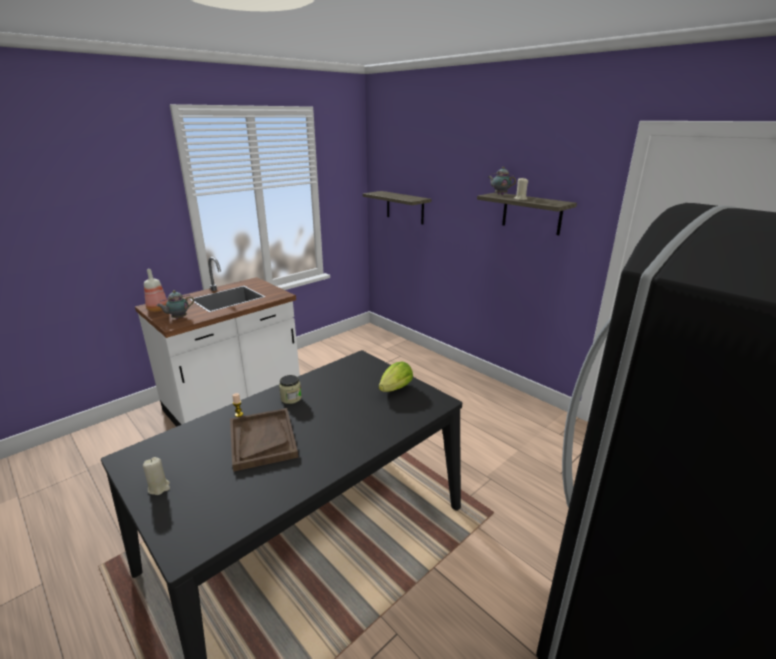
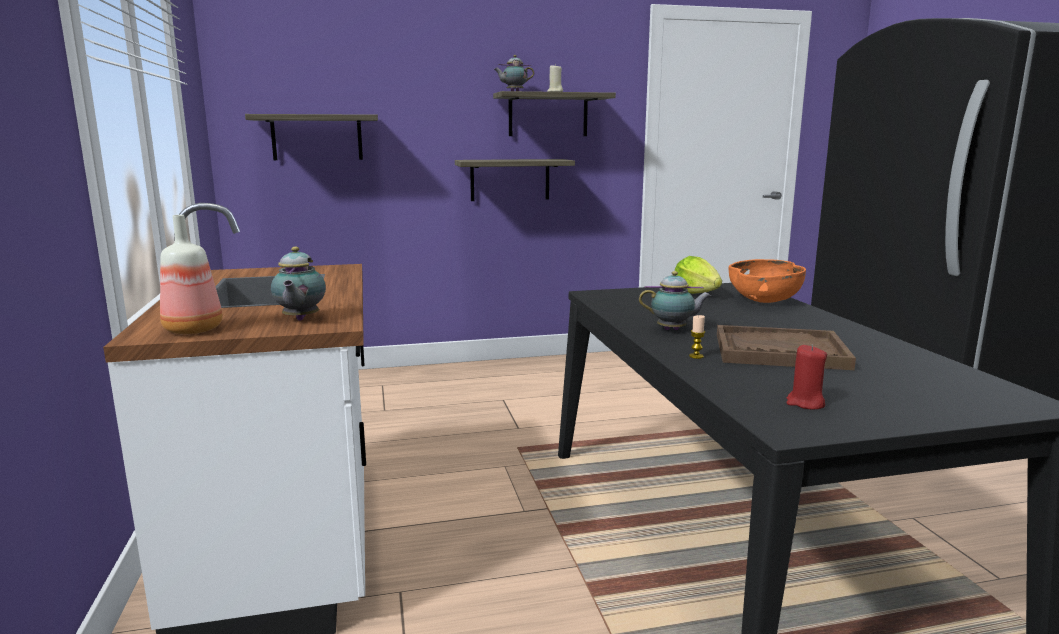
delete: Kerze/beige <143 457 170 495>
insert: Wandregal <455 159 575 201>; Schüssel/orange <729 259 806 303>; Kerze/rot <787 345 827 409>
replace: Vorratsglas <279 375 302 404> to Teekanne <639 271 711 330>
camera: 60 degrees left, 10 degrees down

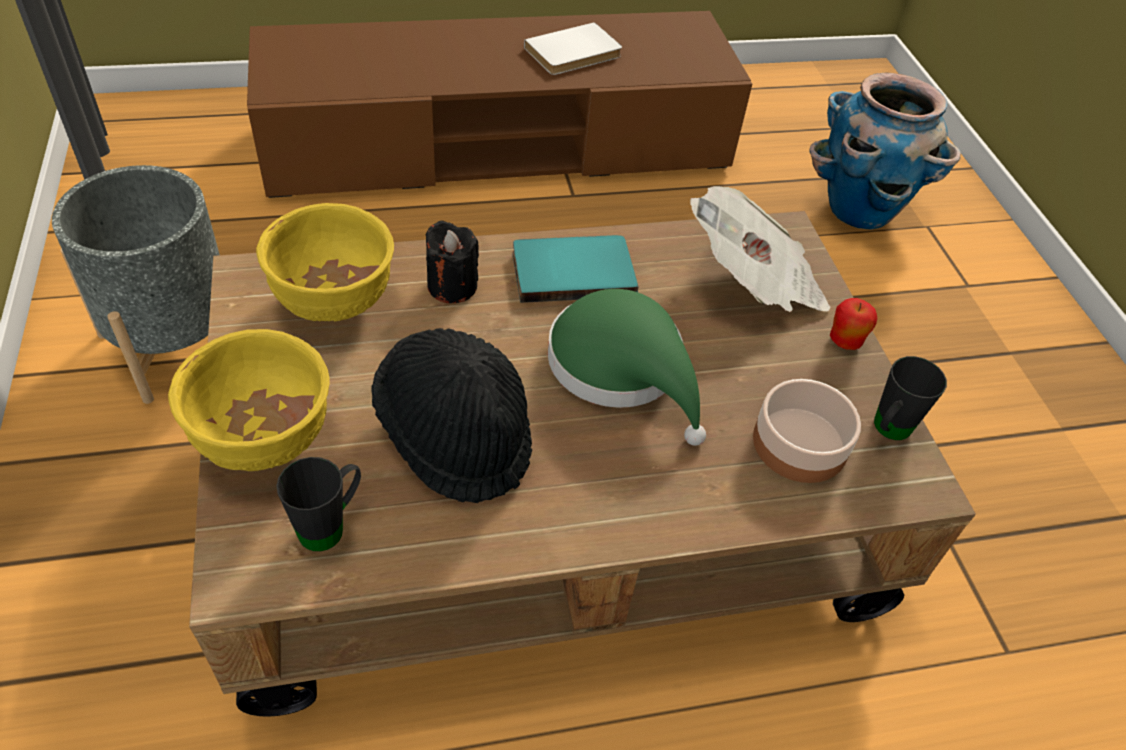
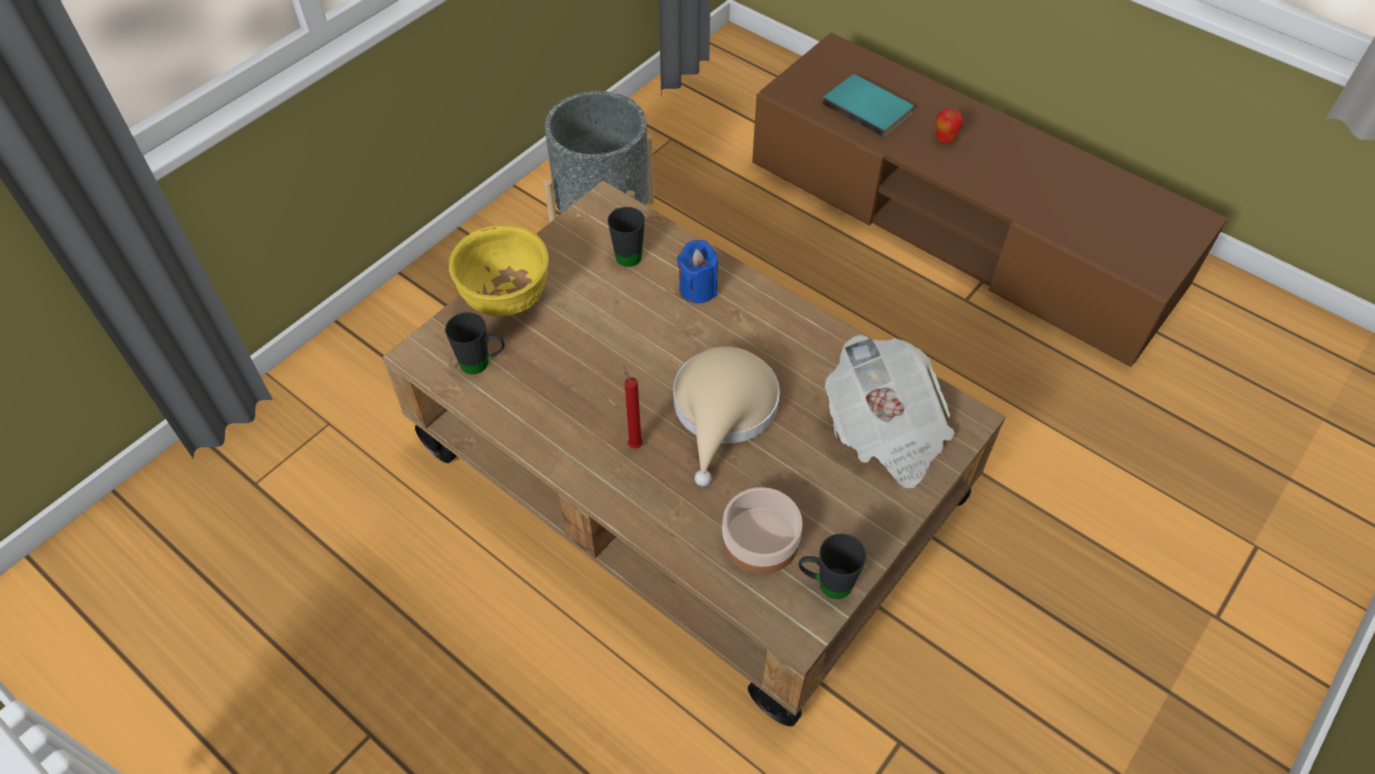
delete: Hut/schwarz <371 328 532 503>; Buch/weiß <524 22 622 75>; Pflanzkübel <809 72 961 230>
insert: Kerze/rot <623 366 643 449>
move: Buch/türkis <513 235 638 303> to <822 74 913 138>; Apfel <830 298 877 350> to <936 108 963 144>
replace: Schüssel/gelb <256 203 394 321> to Henkelbecher/schwarz <608 207 645 267>
recolor: Kerze/schwarz <426 220 479 303> to Kerze/blau <677 240 718 303>; Hut/grün <548 289 706 446> to Hut/beige <673 346 780 486>
camera: 55 degrees right, 5 degrees up

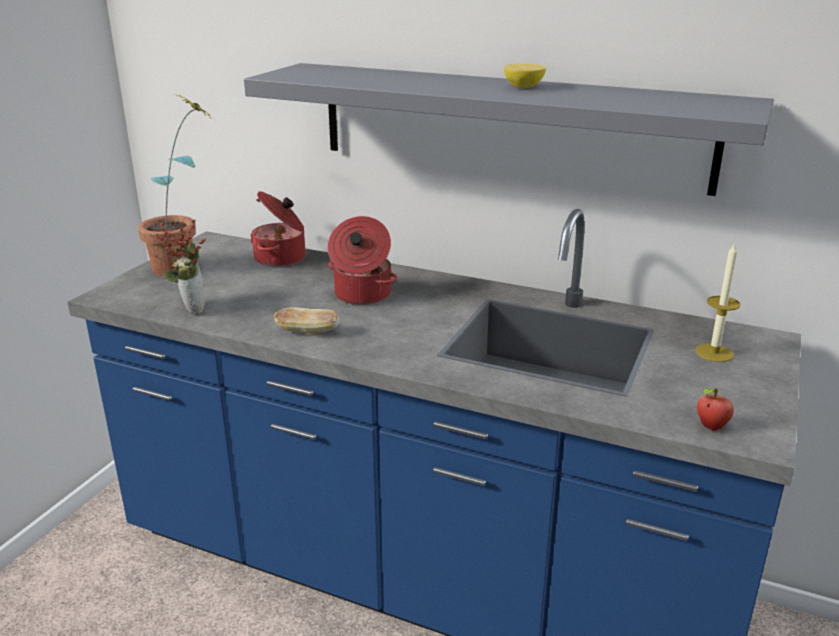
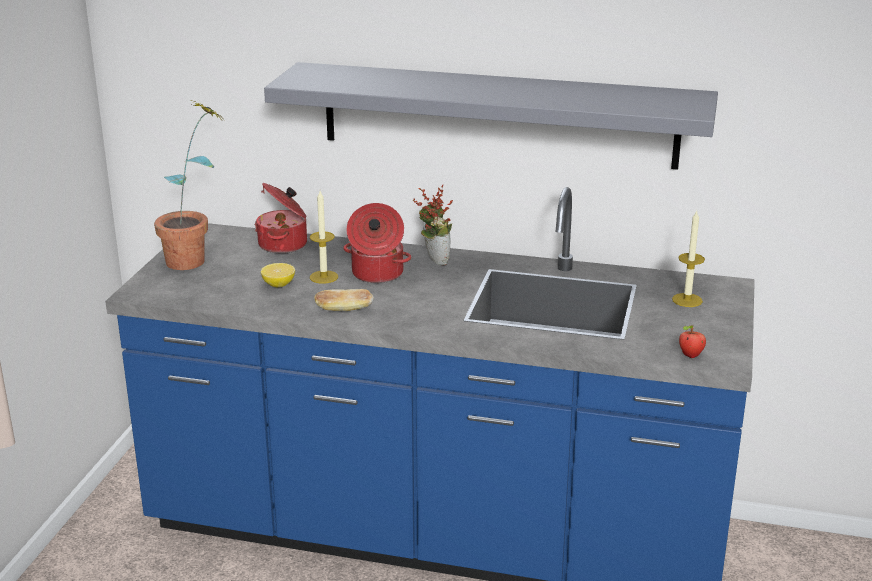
insert: Kerze <310 191 338 284>
move: Topfpflanze <155 220 206 315> to <412 185 453 265>; Zitrone <504 64 546 89> to <261 263 295 287>
camera: 10 degrees left, 0 degrees up

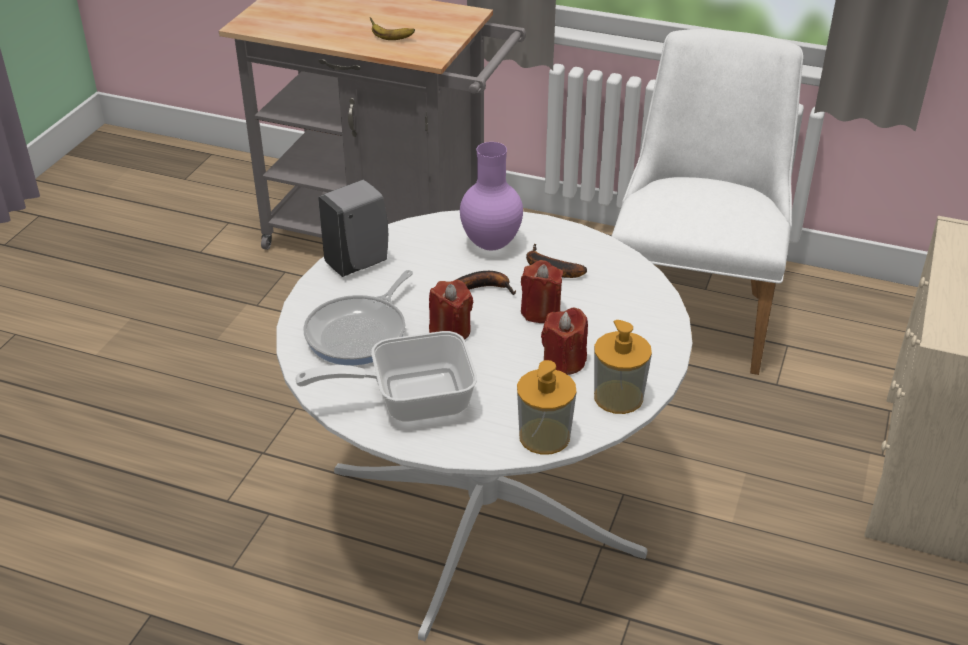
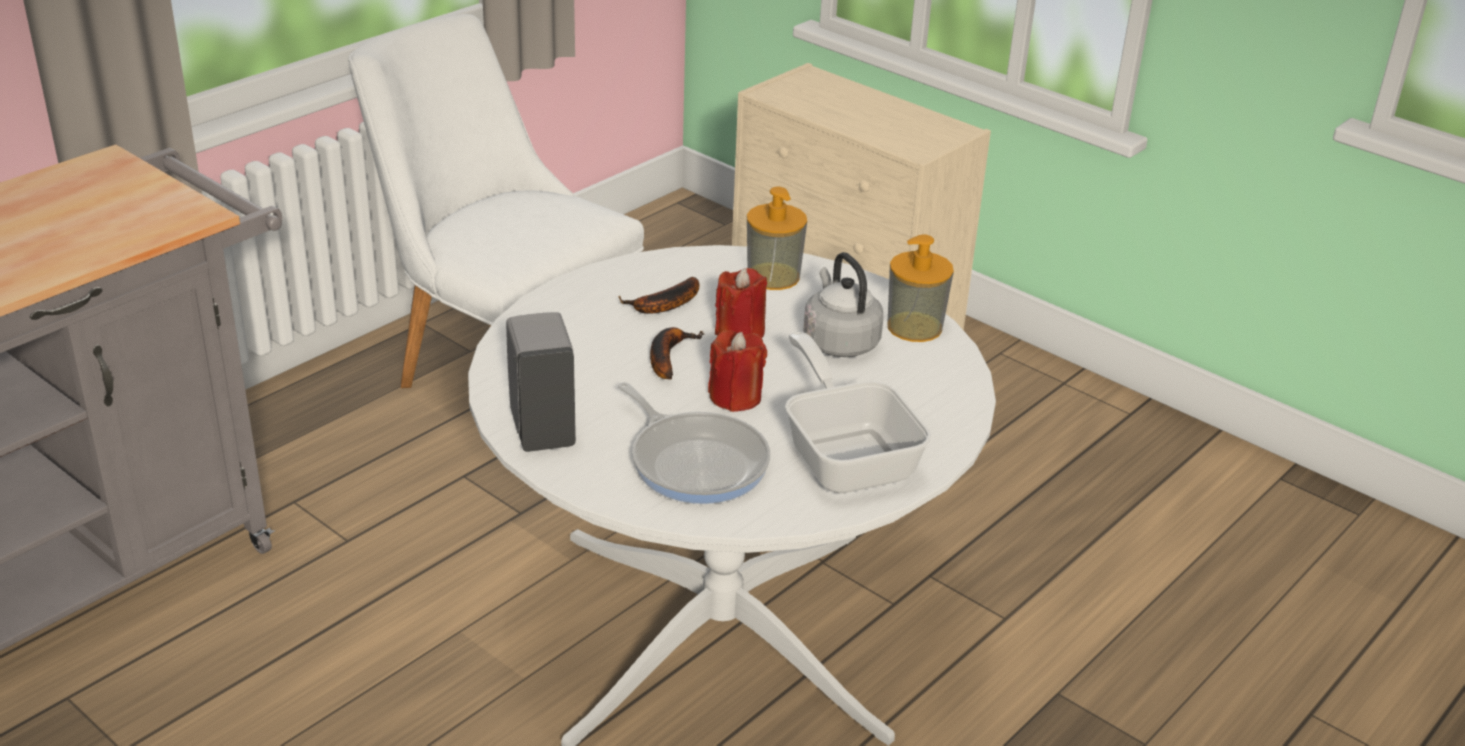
delete: Banane <370 17 415 40>; Vase/lila <460 142 523 250>
move: Seifenspender <517 360 577 455> to <747 187 807 290>
replace: Kerze/rot <541 308 588 375> to Wasserkessel/grau <803 252 883 357>
rotate: Pfanne <295 331 477 422> = <785 332 931 493> 150 degrees clockwise
camera: 70 degrees left, 5 degrees down

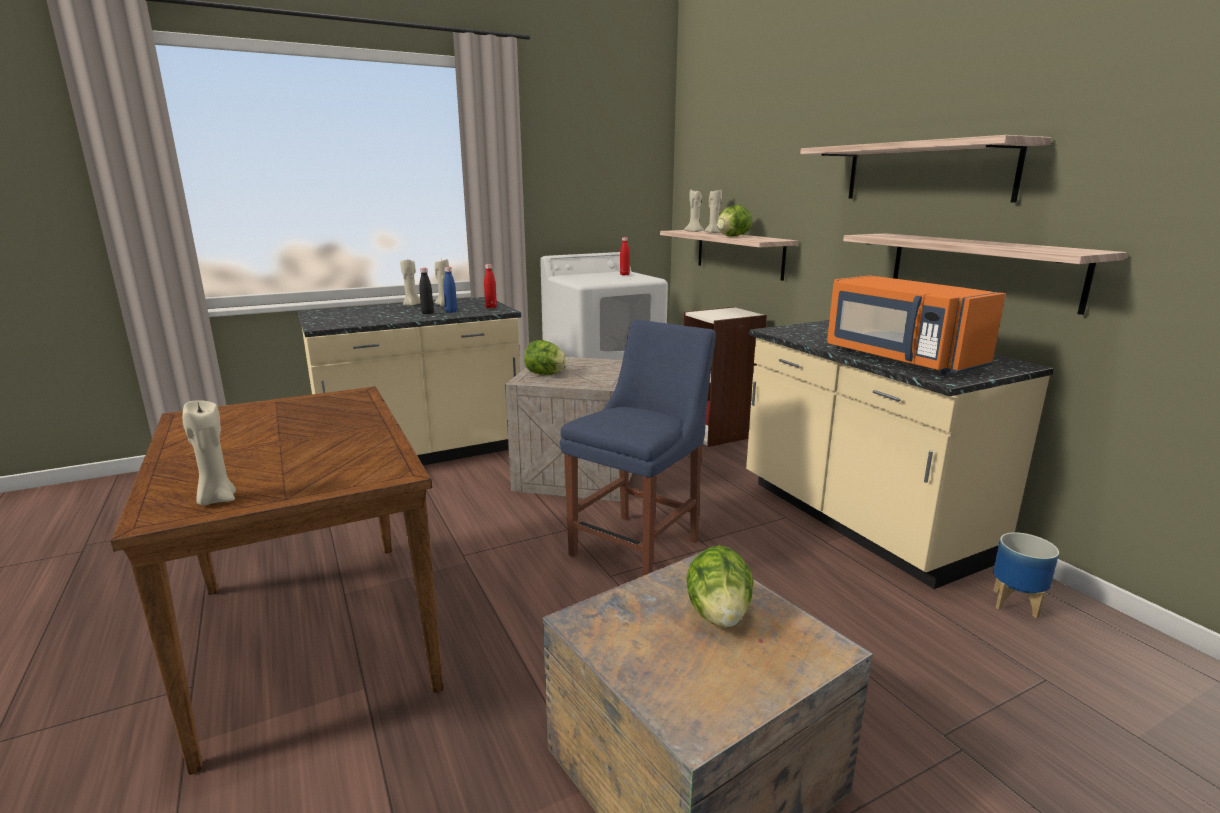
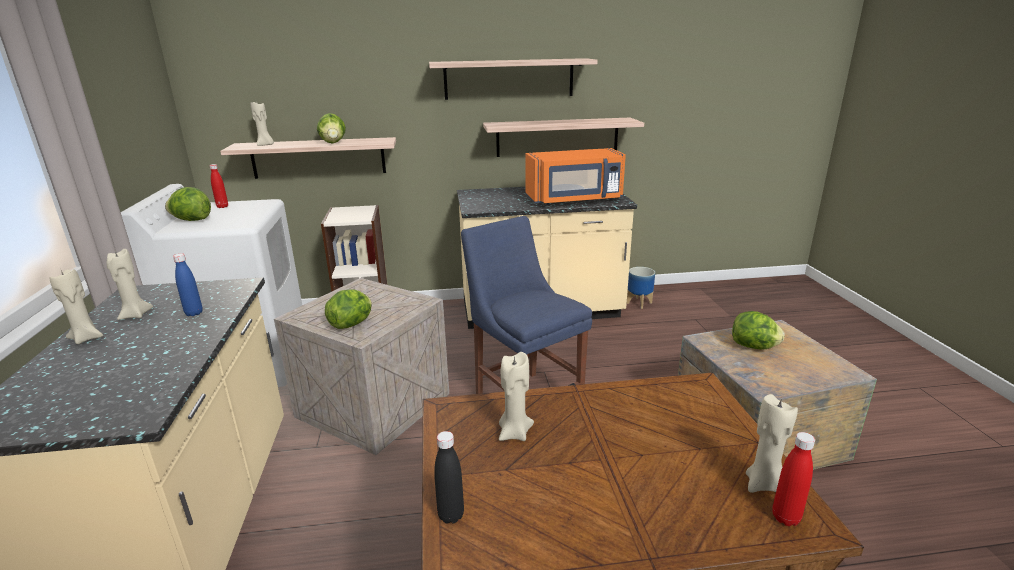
insert: Salatkopf <165 187 211 221>
move: Flasche/schwarz <419 268 434 314> to <434 431 464 524>; Flasche/rot <484 264 497 308> to <772 432 815 526>; Kerze/beige <704 190 722 234> to <499 352 534 441>
camera: 70 degrees left, 5 degrees up

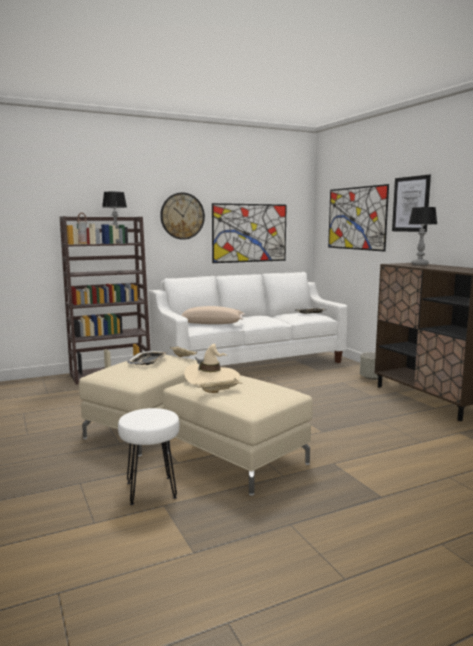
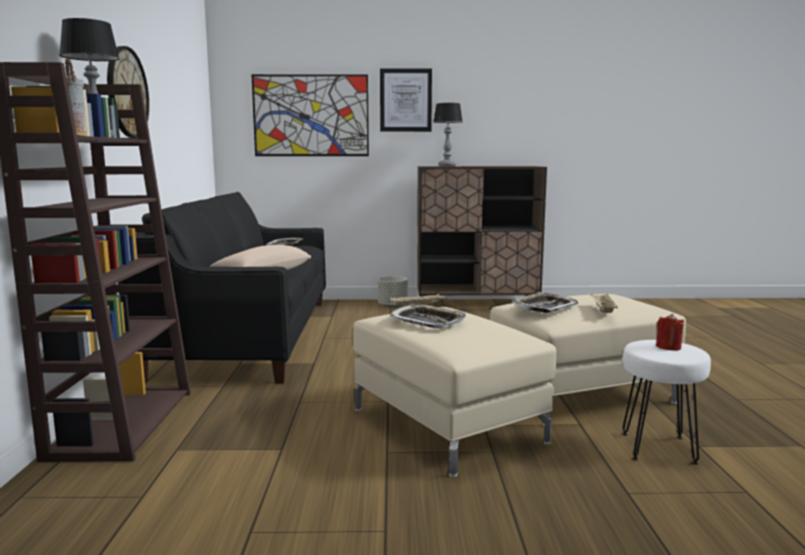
delete: Bild <212 203 287 263>
insert: Kerze/rot <656 314 684 351>
replace: Hut/beige <184 344 240 385> to Tablett <513 292 578 313>
recolor: Sofa/weiß <149 272 348 366> to Sofa/schwarz <118 192 326 384>
camera: 65 degrees left, 0 degrees up

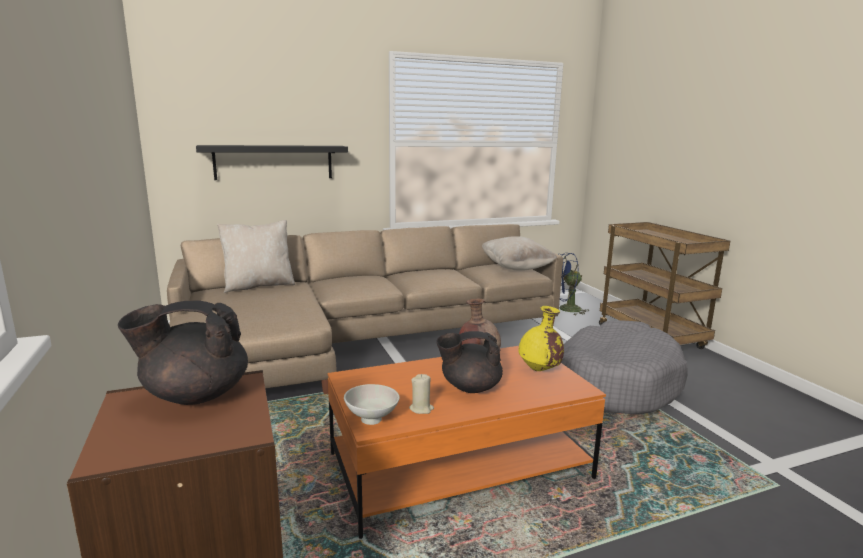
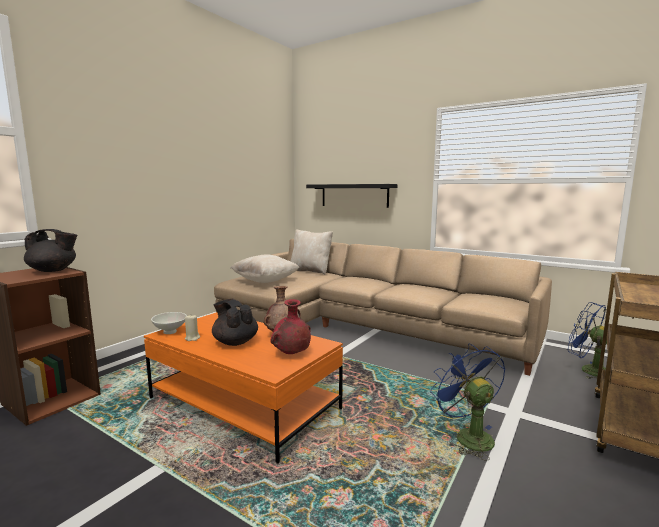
move: Kissen/beige <482 236 557 271> to <231 254 299 283>
replace: Hundebett/grau <561 320 688 414> to Ventilator/blau <430 344 506 461>
recolor: Vase/gelb <518 306 564 371> to Vase/rot <270 299 311 354>
rotate: Teekanne/schwarz <118 301 248 405> = <24 229 77 272> 135 degrees clockwise
camera: 55 degrees right, 5 degrees down

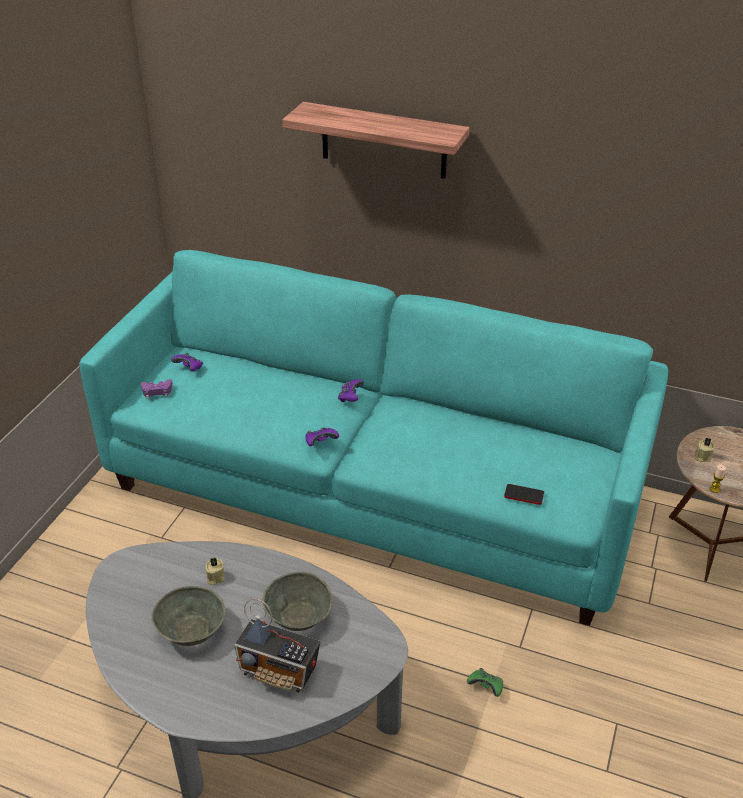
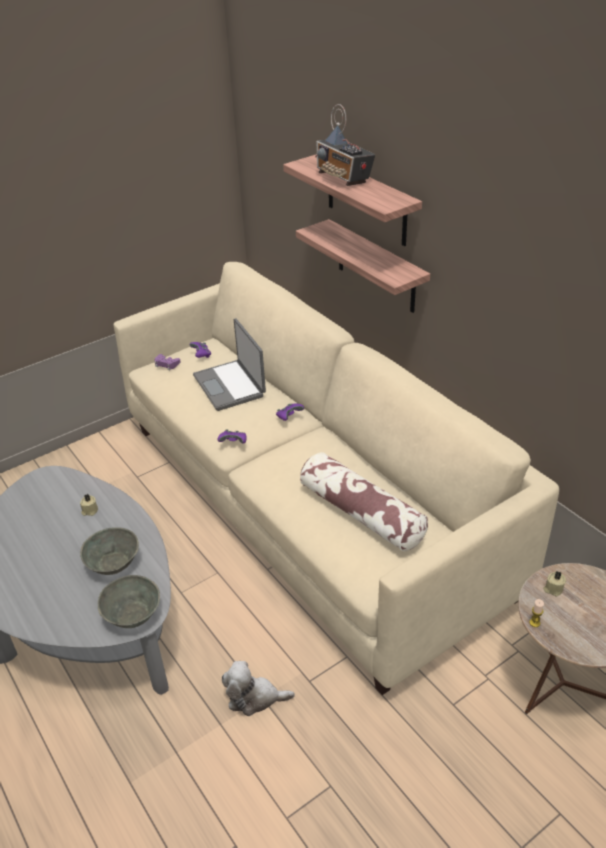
delete: Handy <504 484 544 505>
insert: Laptop <193 318 266 411>; Wandregal <296 219 430 313>; Kissen <300 452 428 551>
move: Schüssel/grau <151 586 226 646> to <98 575 160 628>; Radio <234 598 320 692> to <315 104 375 186>
replace: Gamepad/grün <467 668 503 697> to Plüschtier <222 661 295 716>
recolor: Sofa/türkis <79 250 668 626> to Sofa/beige <114 262 559 695>
camera: 35 degrees right, 0 degrees up

